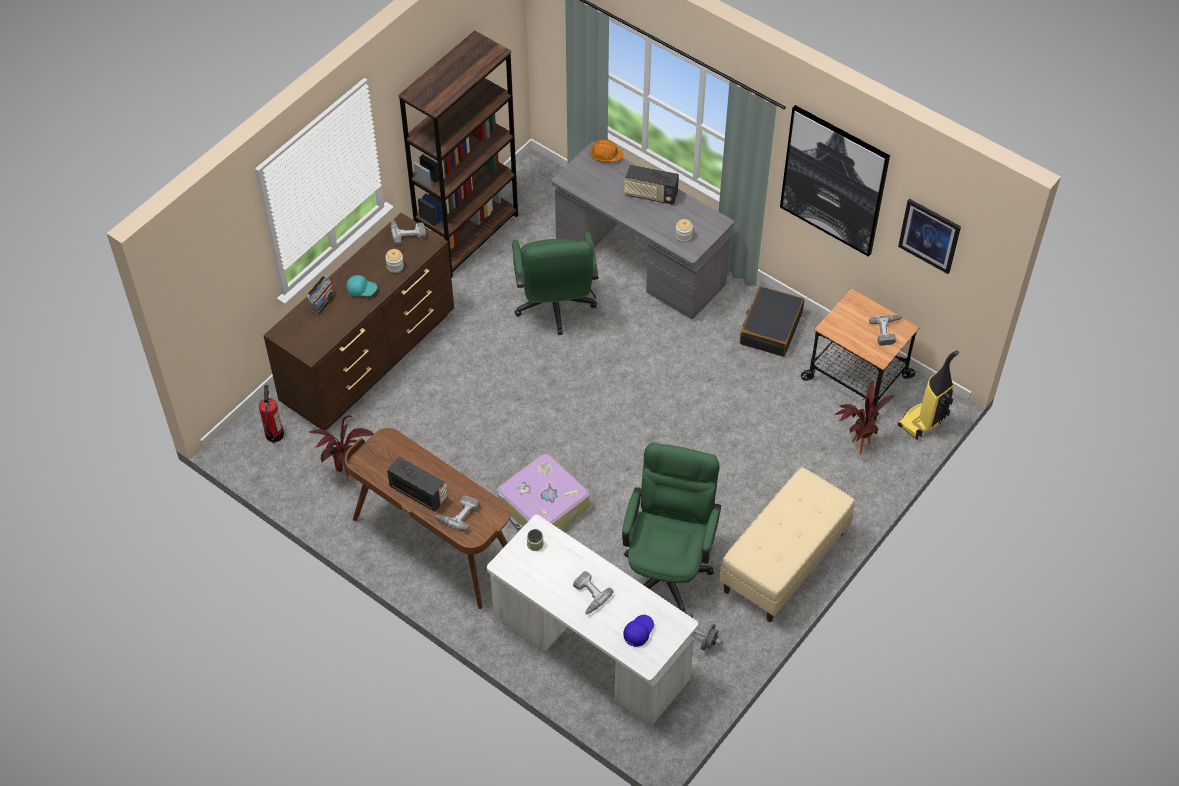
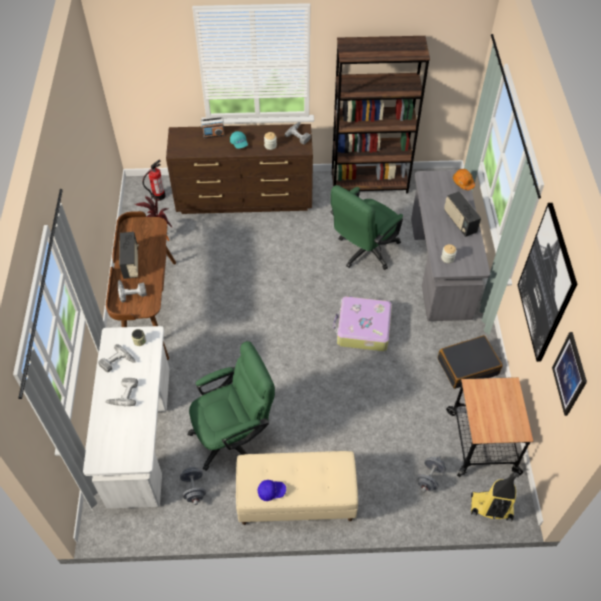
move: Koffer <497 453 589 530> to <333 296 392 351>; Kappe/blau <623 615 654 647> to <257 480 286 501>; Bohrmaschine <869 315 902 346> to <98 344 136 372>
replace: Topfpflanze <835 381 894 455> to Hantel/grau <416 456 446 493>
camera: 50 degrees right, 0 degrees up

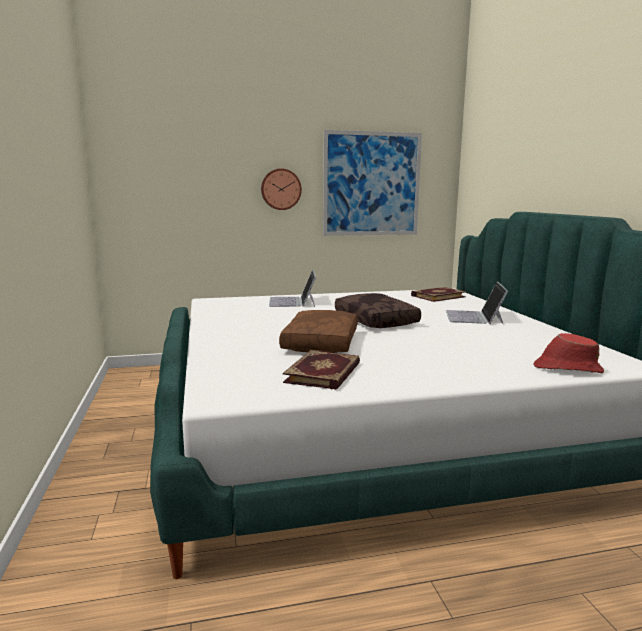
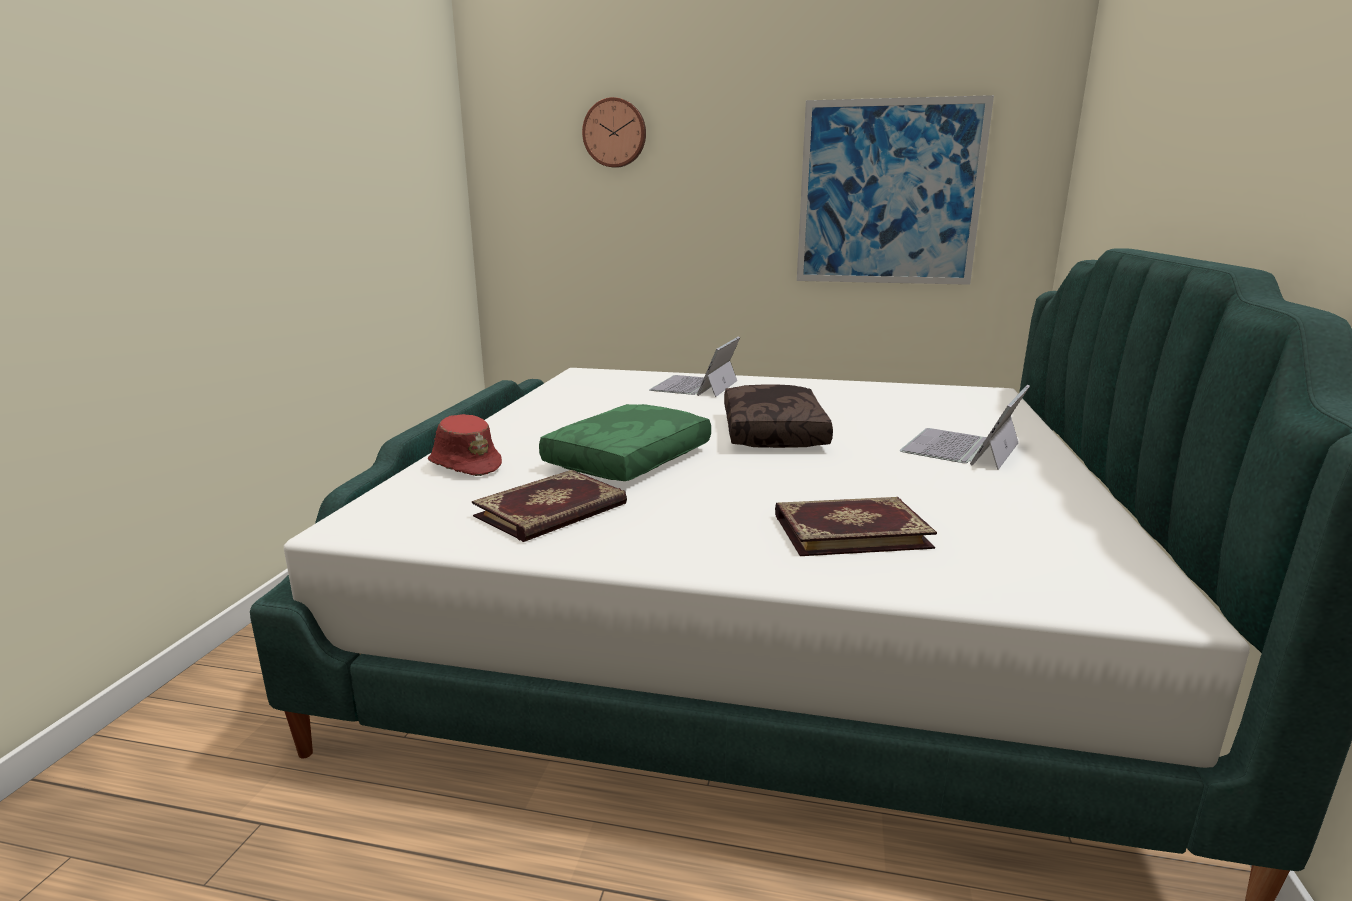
move: Wanduhr <261 168 302 210> to <582 97 646 168>; Buch <411 287 466 302> to <775 497 937 556>; Hut/rot <534 333 604 374> to <428 414 502 476>
recolor: Kissen/braun <279 310 358 353> to Kissen/grün <539 404 711 481>
camera: 25 degrees right, 5 degrees up

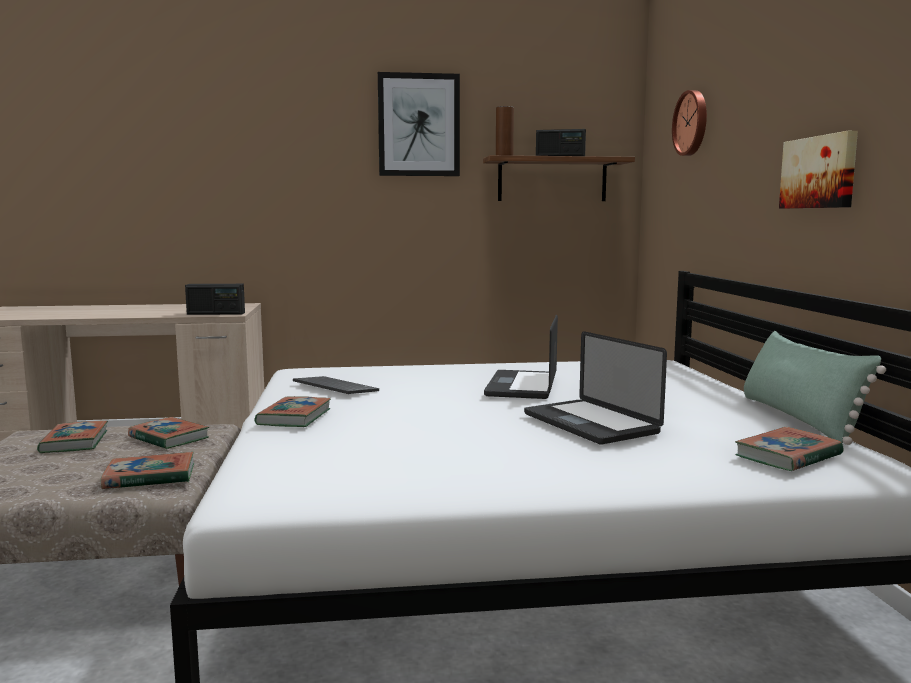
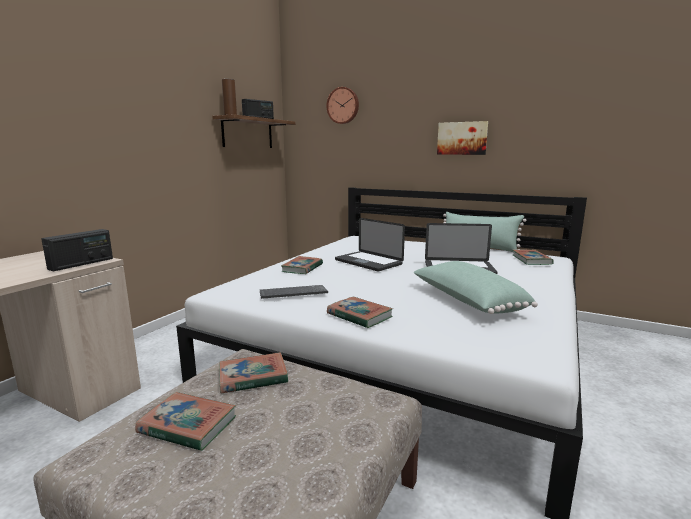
delete: Bild <378 72 460 176>
insert: Kissen/grün <413 261 538 314>
move: Buch <101 452 194 489> to <281 256 323 274>
camera: 55 degrees left, 5 degrees up

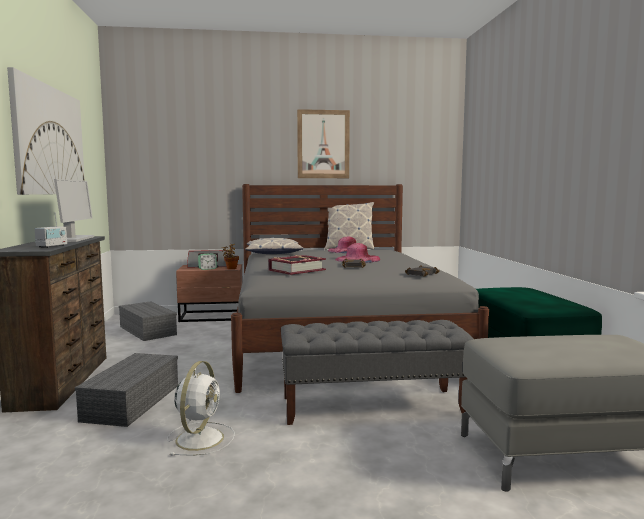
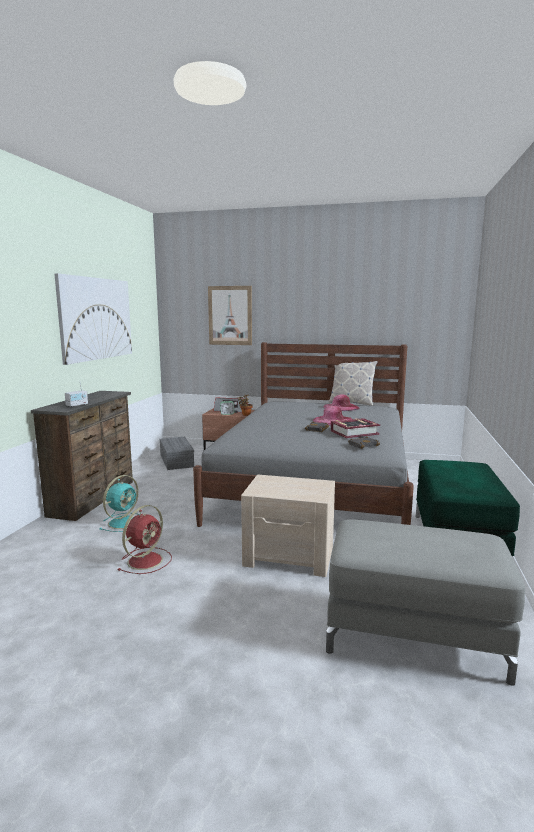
delete: Monitor <54 179 94 242>; Kissen <245 237 303 254>
move: Buch <269 255 326 275> to <331 418 380 438>; Bild <297 109 350 178> to <208 286 252 345>
replace: Aufbewahrungsbox/grau <75 353 178 427> to Ventilator/türkis <100 475 140 532>; Bank/grau <281 320 473 425> to Nachttisch/beige <241 474 335 577>
recolor: Ventilator/weiß <167 361 235 456> to Ventilator/rot <118 505 172 574>
camera: 20 degrees right, 5 degrees up

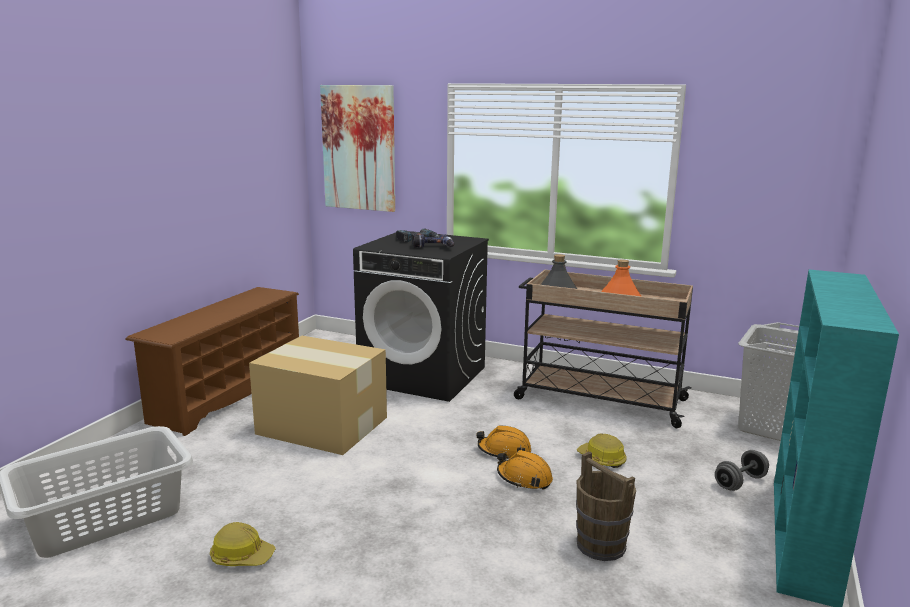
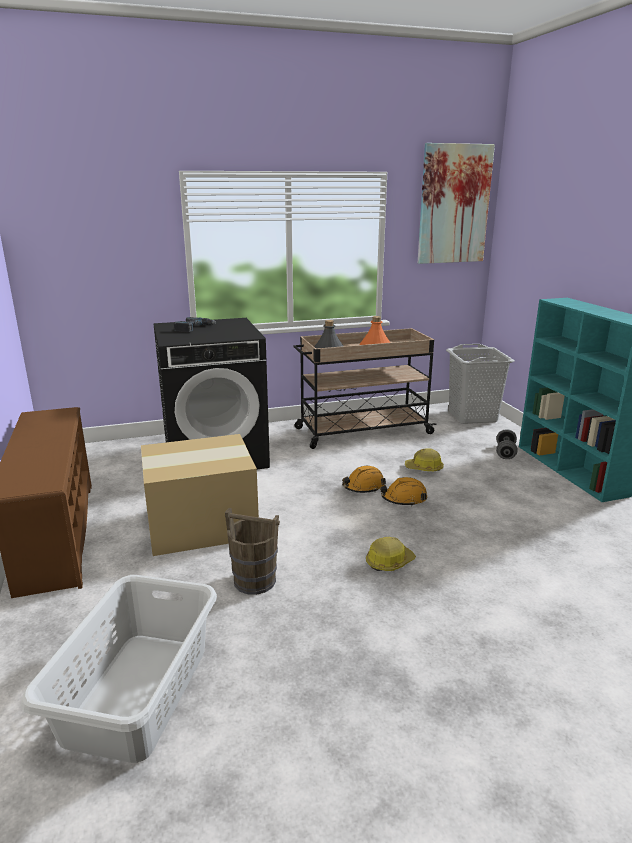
delete: Bohrmaschine <413 233 454 248>
move: Schutzhelm <210 522 276 566> to <366 537 416 571>; Bild <320 85 395 212> to <418 143 495 264>; Eimer/braun <576 452 636 561> to <225 508 280 595>
camera: 40 degrees left, 5 degrees up

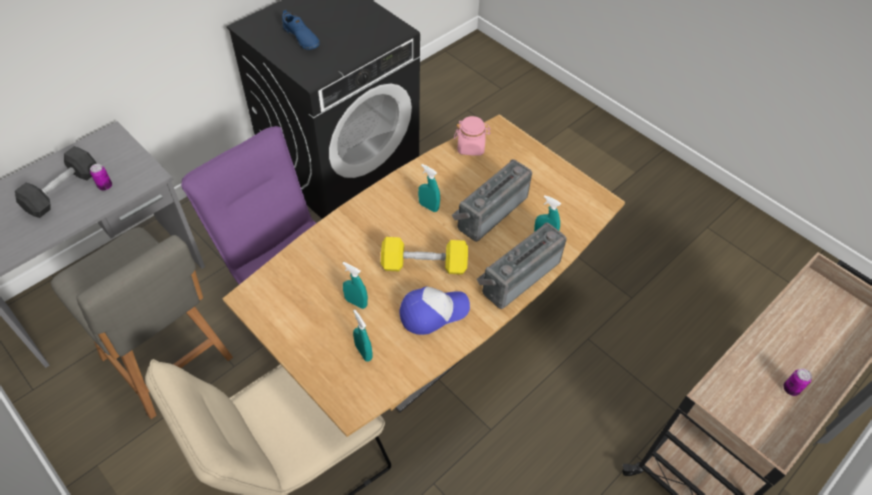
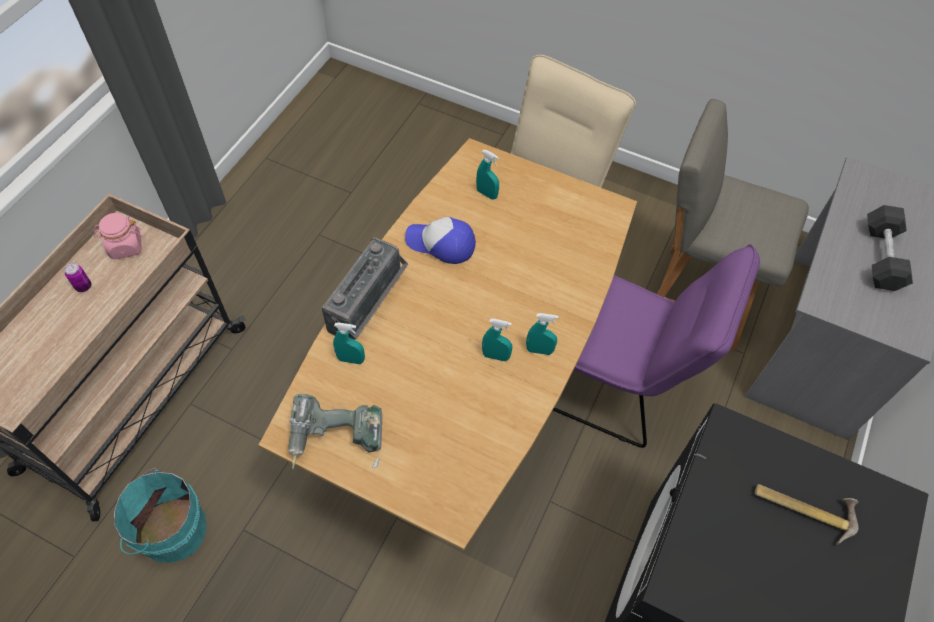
delete: Dose <90 164 112 191>; Hantel/gelb <381 237 468 275>; Radio <452 159 532 242>
insert: Eimer/türkis <114 468 207 563>; Bohrmaschine <288 394 382 469>
move: Sprühflasche/türkis <342 262 368 309> to <526 313 559 355>; Vorratsglas/rosa <454 116 491 155> to <94 213 142 260>
replace: Schuh/blau <282 9 320 50> to Hammer <755 484 859 545>
rotate: Kappe <399 286 470 335> = <405 217 476 264> 60 degrees clockwise
camera: 160 degrees right, 5 degrees up

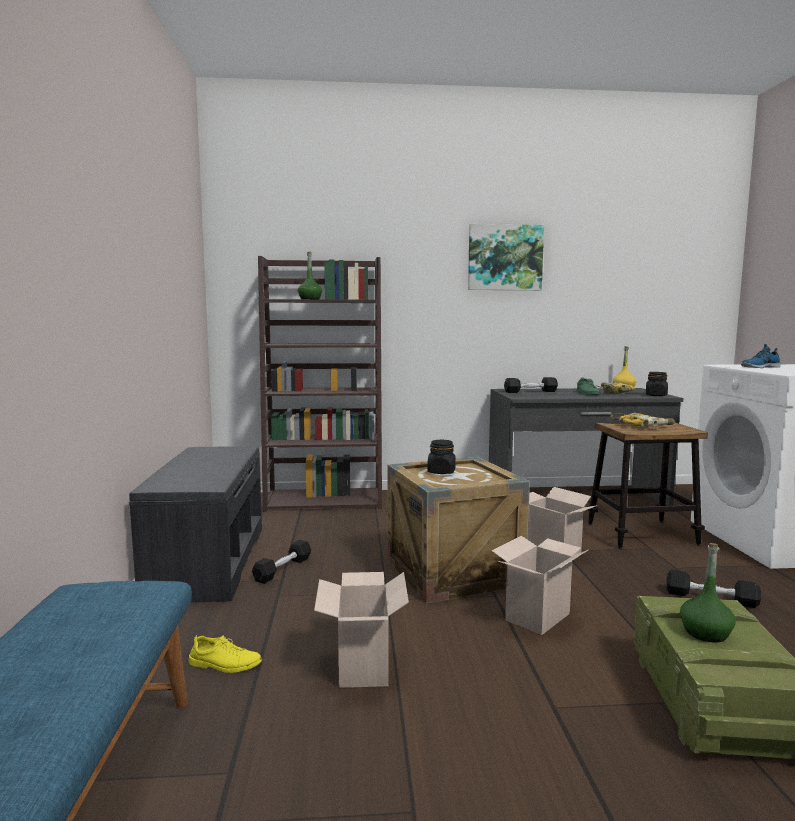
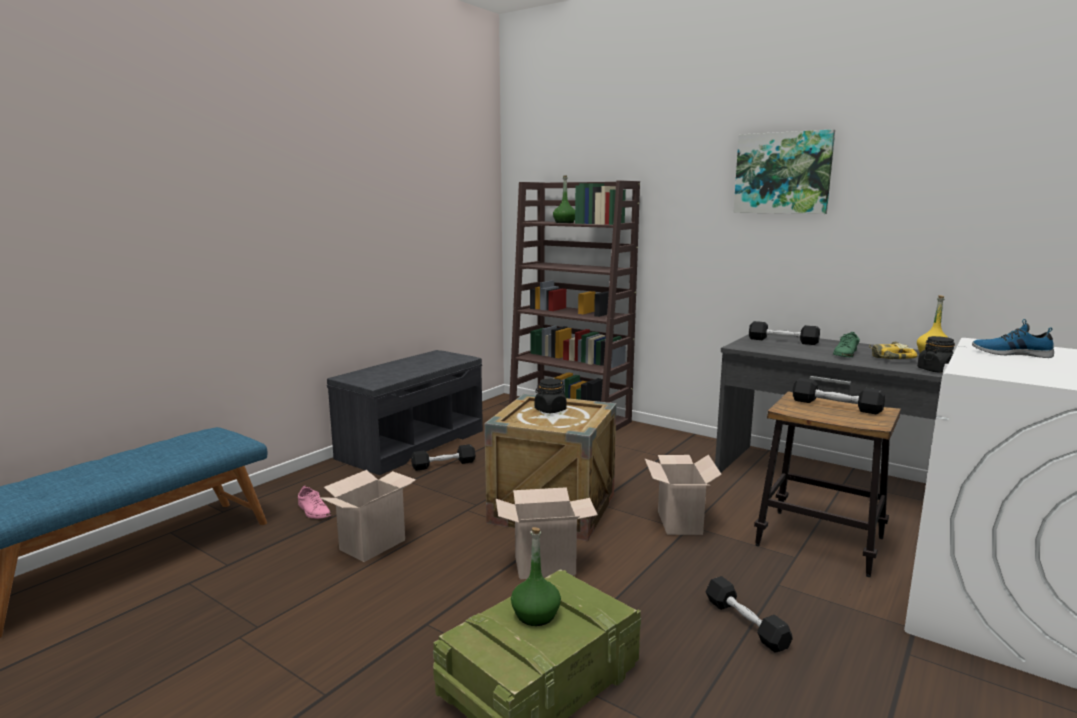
replace: Bohrmaschine <610 413 675 427> to Hantel/schwarz <792 378 885 414>
recolor: Schuh/gelb <188 635 262 673> to Schuh/rosa <298 486 331 519>
camera: 40 degrees right, 5 degrees up

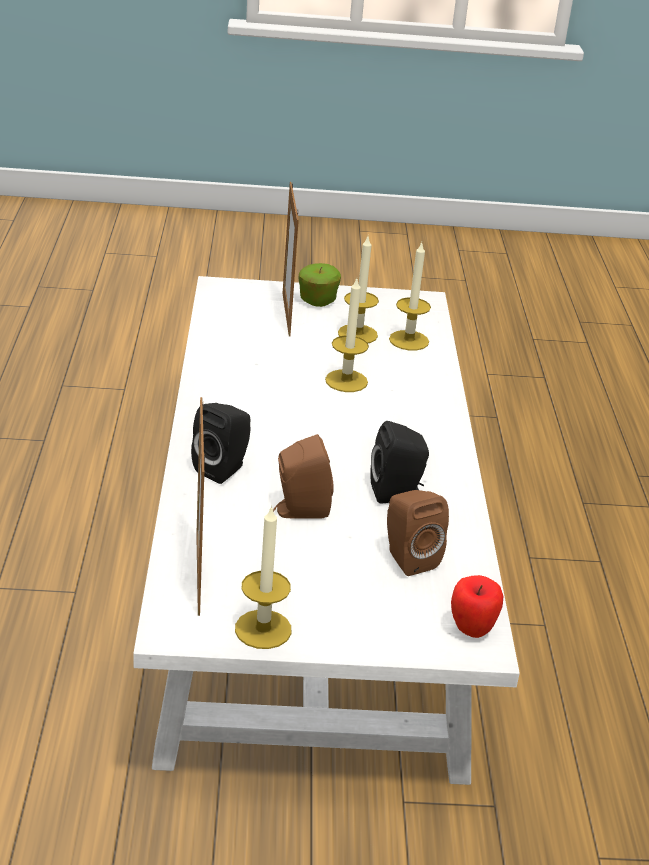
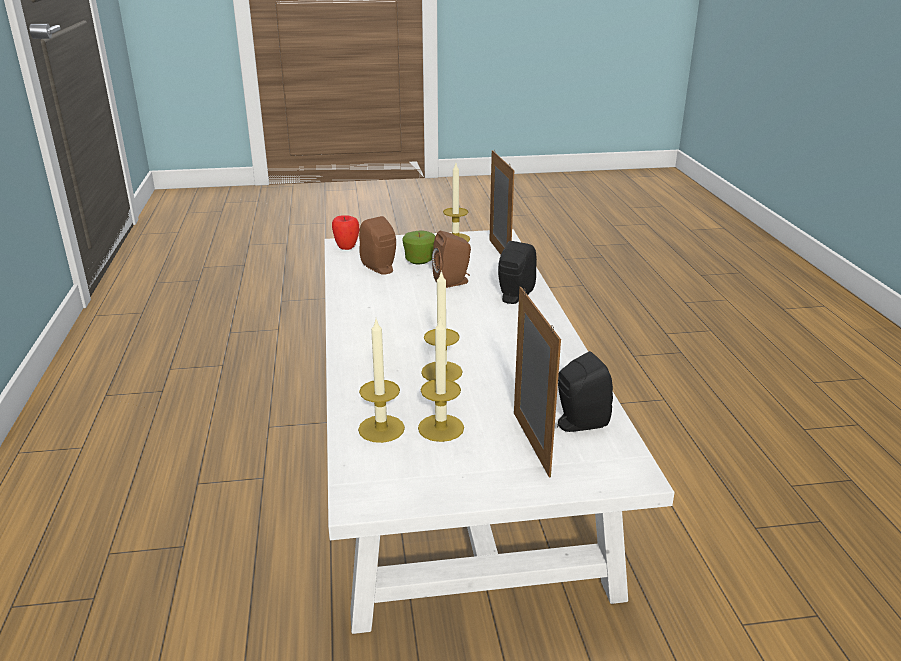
move: Apfel <299 263 341 307> to <402 231 435 264>; Lautsprecher/schwarz <370 421 429 503> to <557 351 613 432>
camera: 175 degrees right, 5 degrees down

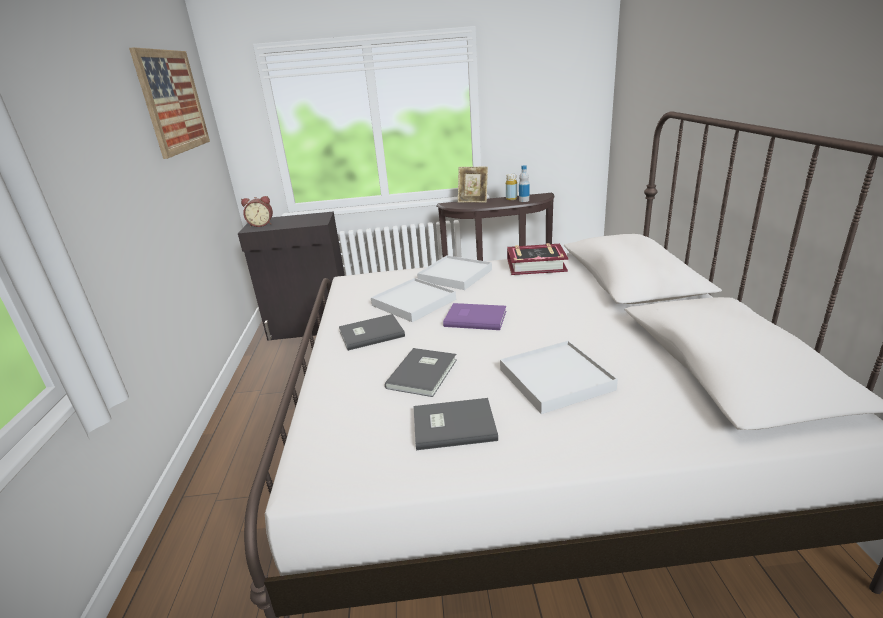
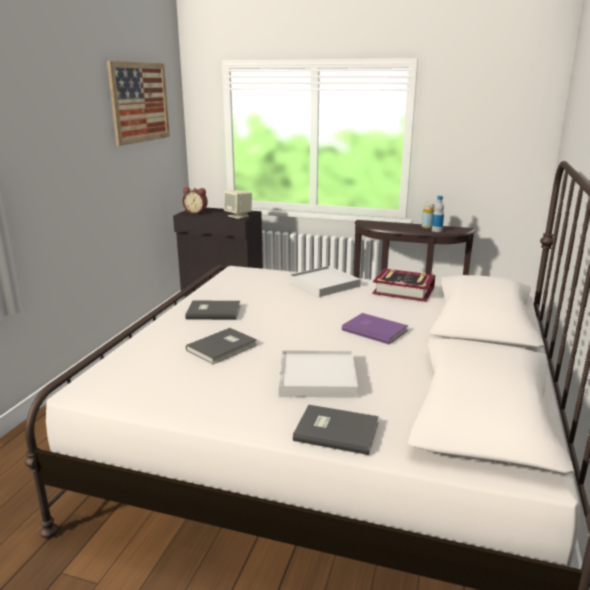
delete: Tablett/weiß <371 278 456 322>; Bilderrahmen <458 167 488 202>
insert: Lautsprecher/beige <224 190 252 219>
move: Buch/grau <413 398 498 450> to <293 405 379 455>; Buch/lila <443 303 506 330> to <342 313 408 344>
camera: 20 degrees right, 5 degrees down

